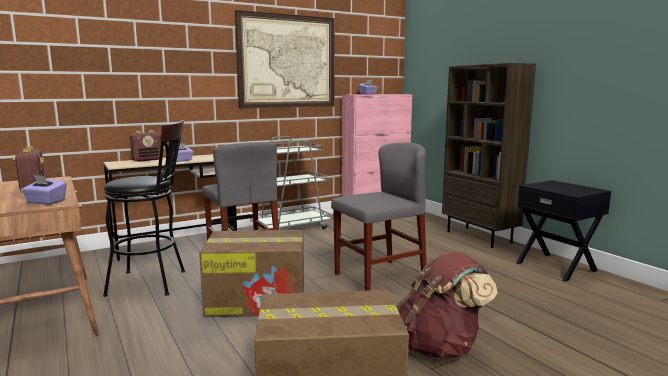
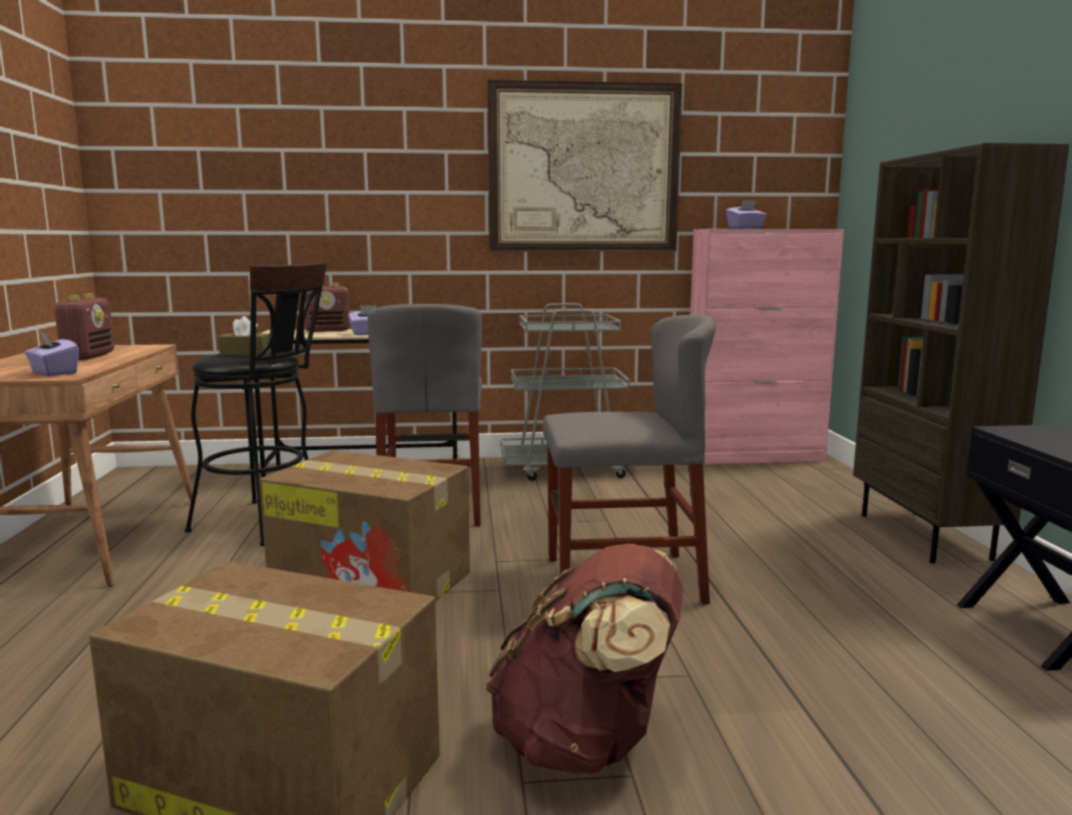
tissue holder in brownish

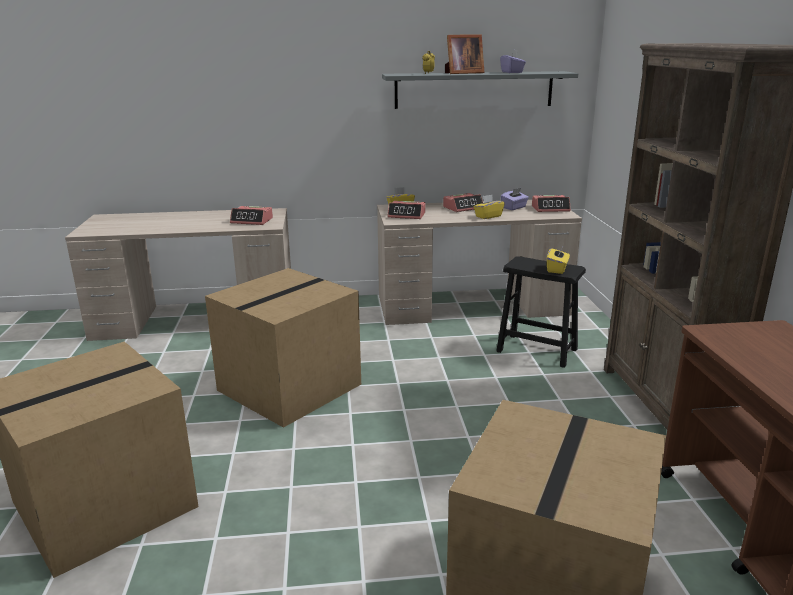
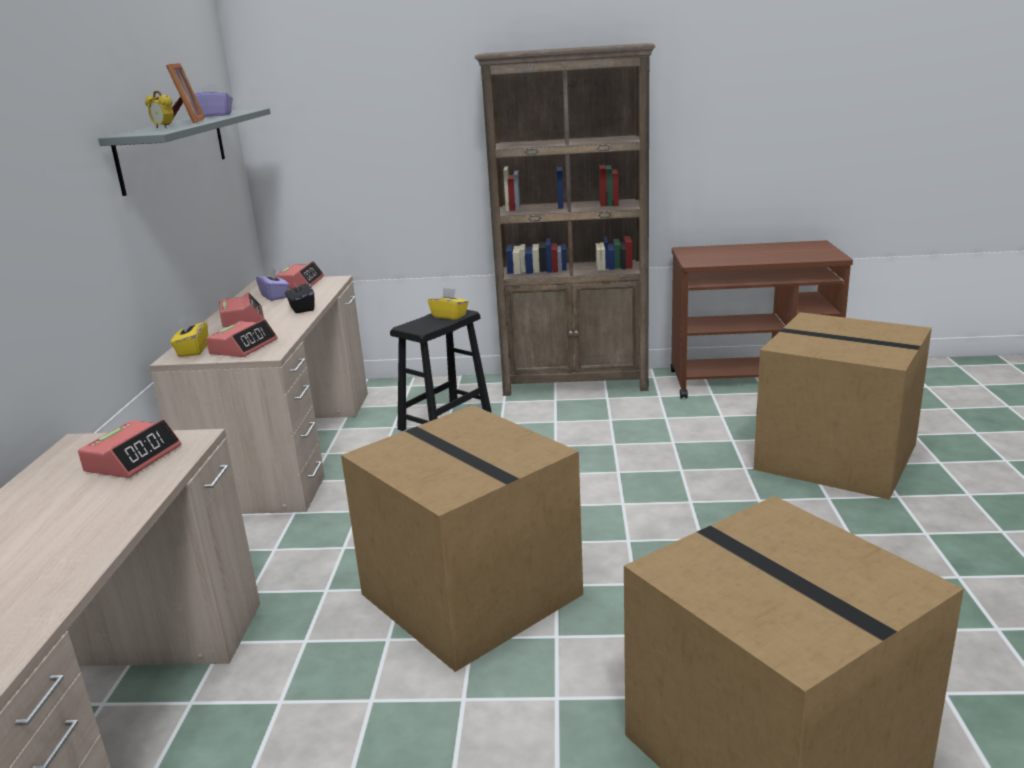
tissue holder in blackish

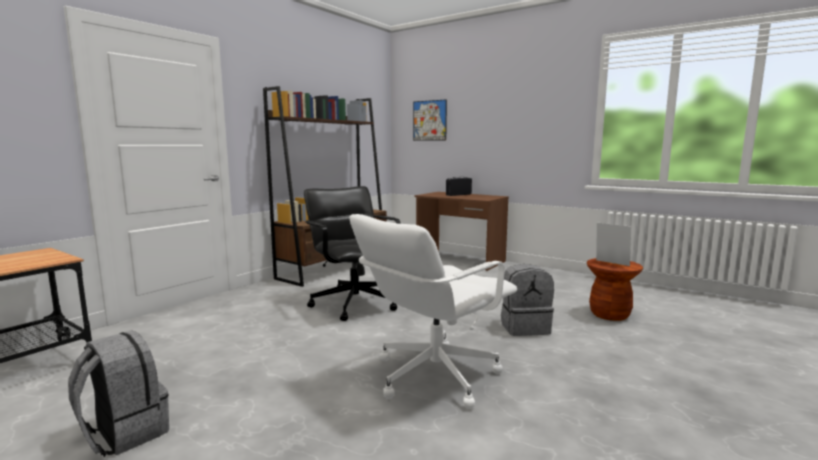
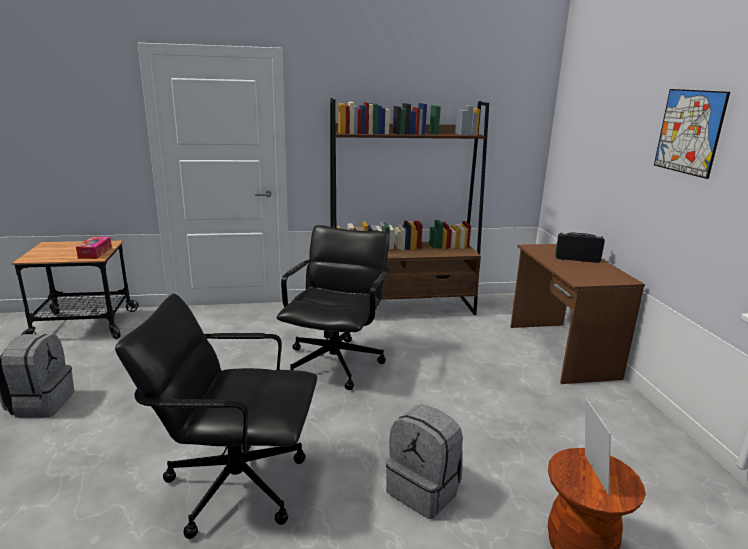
desk chair in blackish (1st from left)
wall art
tissue holder

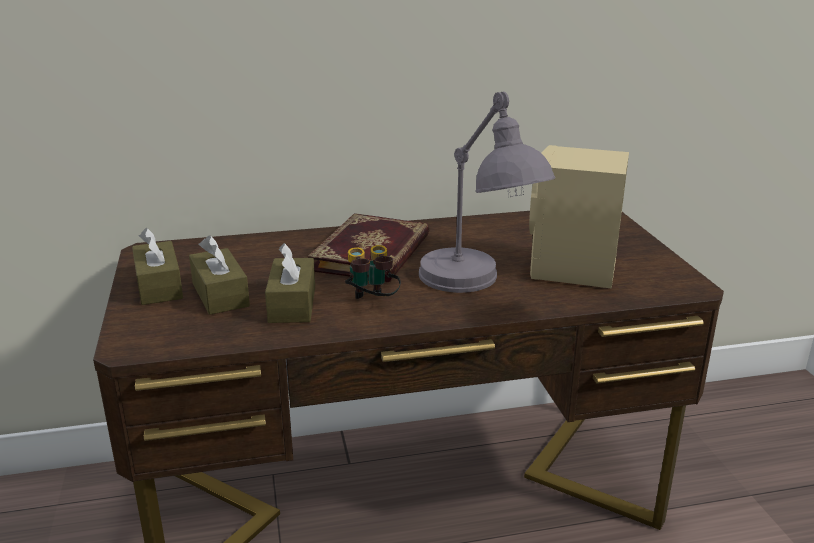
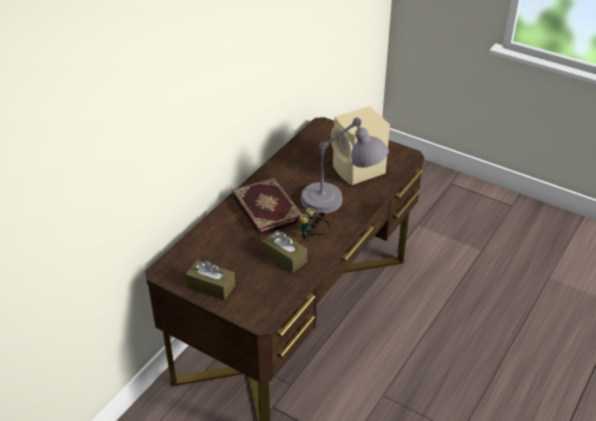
tissue holder in brownish (2nd from left in the first image)

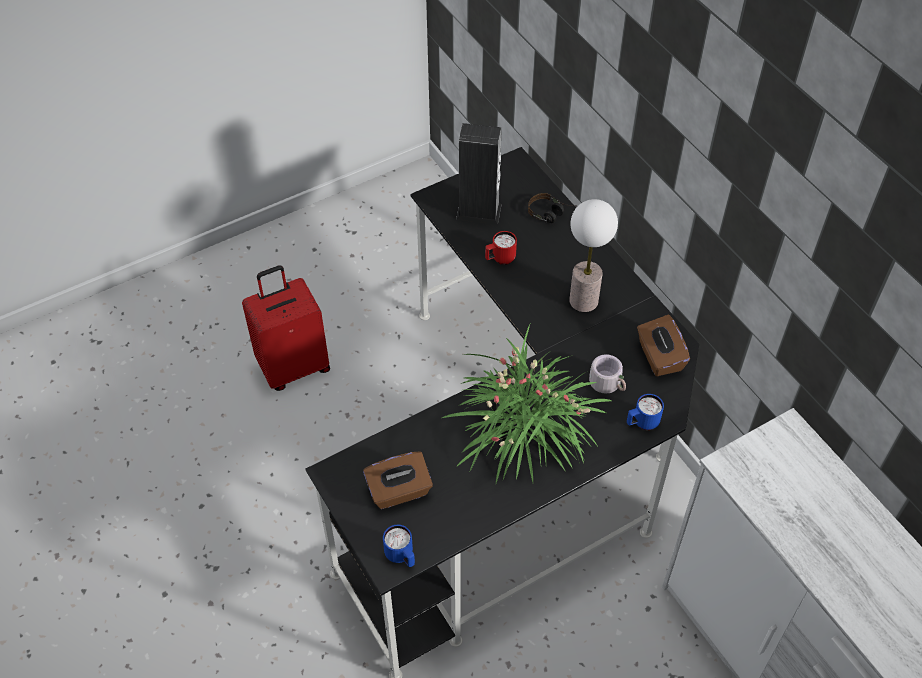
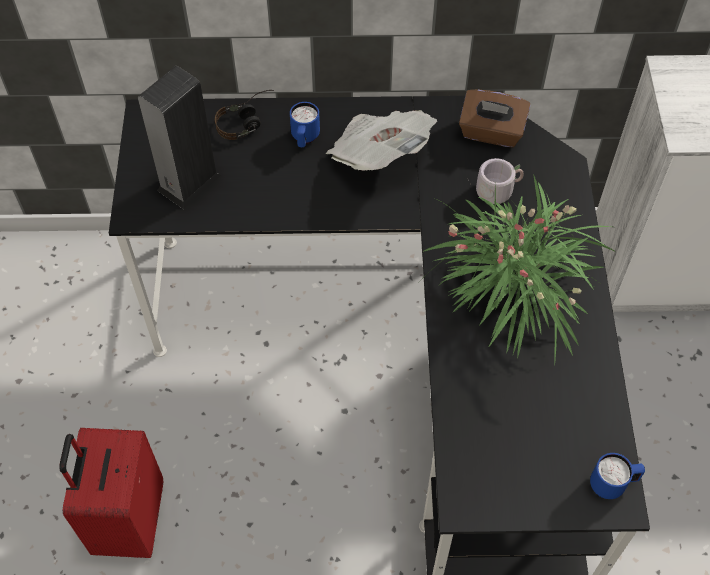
tissue holder in brownish (1st from left in the first image)
mug in red-coloured
newspaper
mug in blue (1st from left)

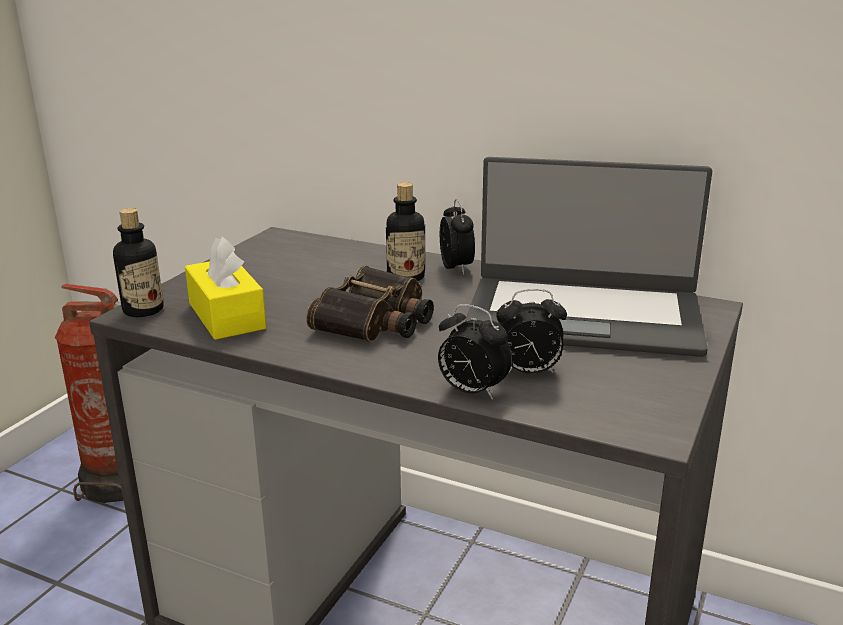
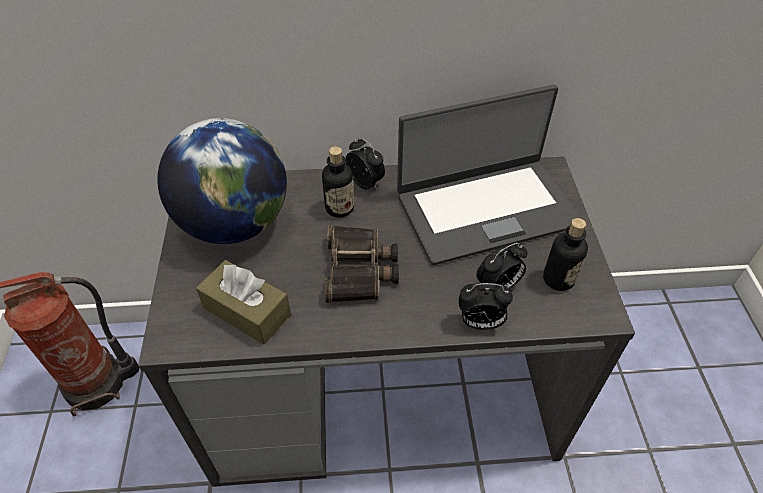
bottle (2nd from left)
tissue holder in brownish
globe

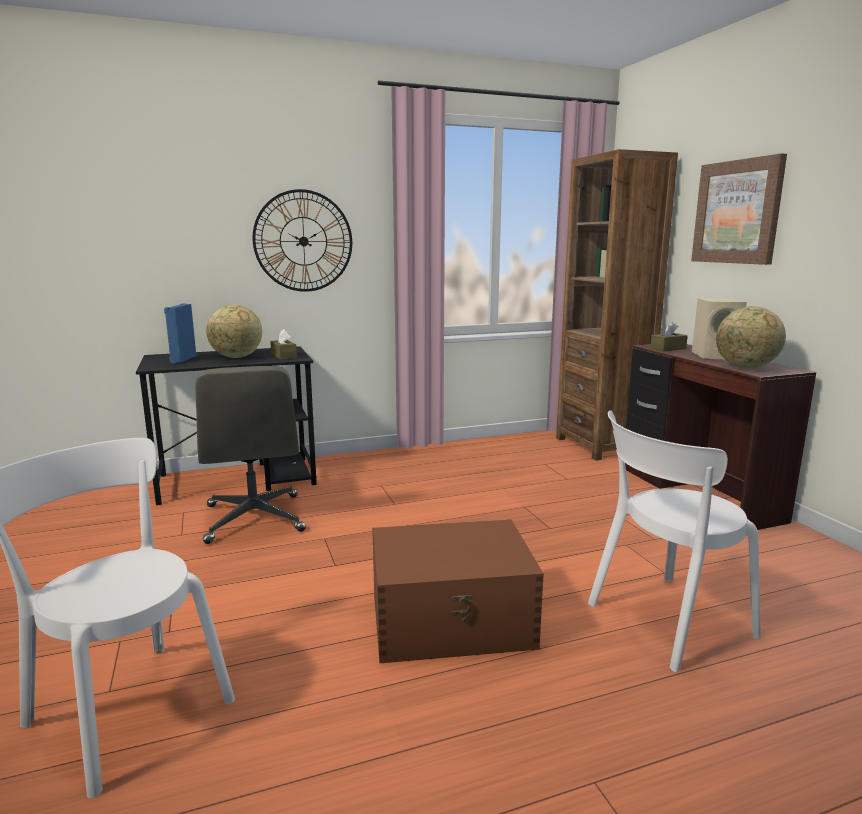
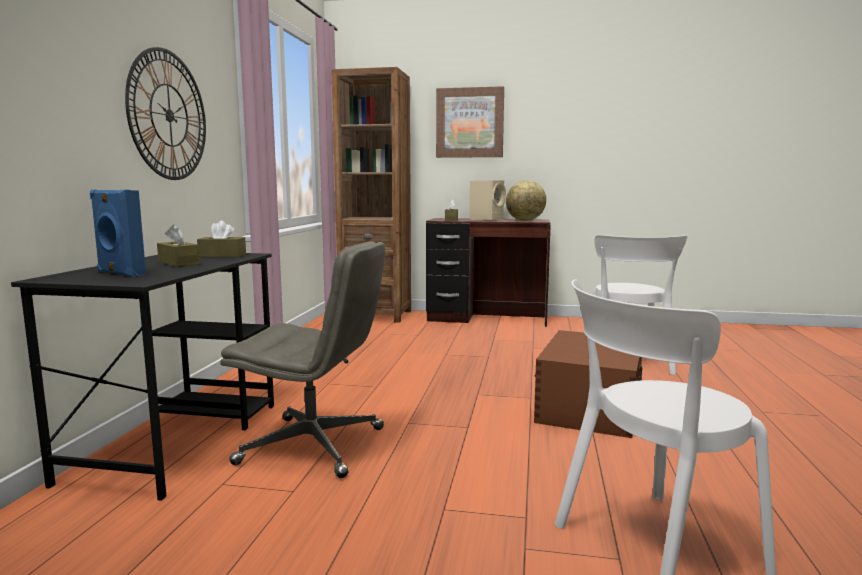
tissue holder in brownish (1st from left)

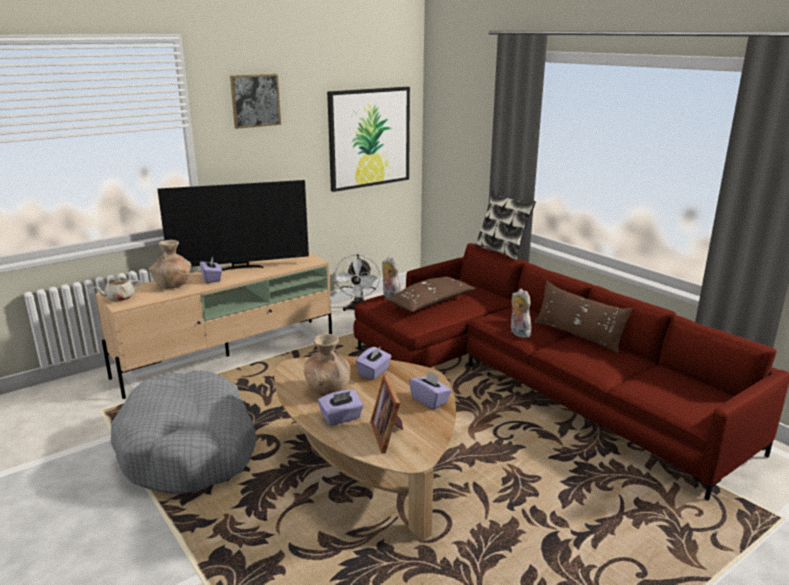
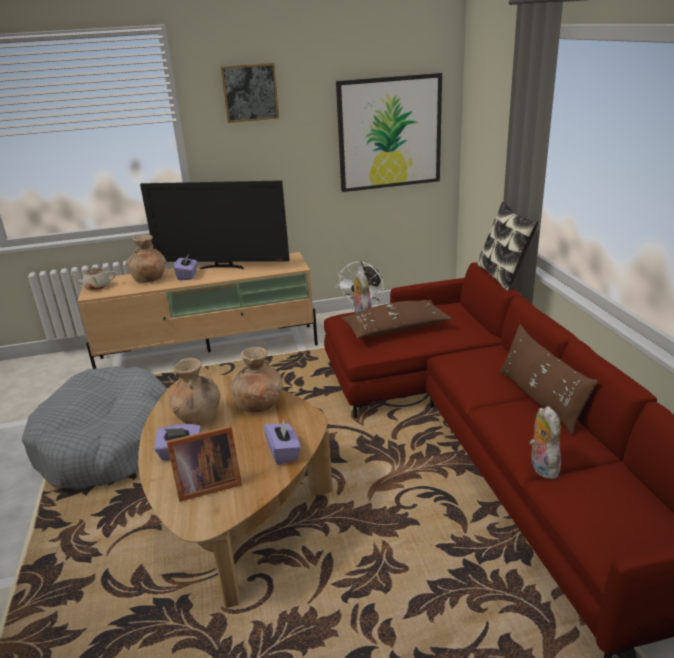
decorative vase in brownish (3rd from left)
standing frame
cuddly toy (2nd from left)

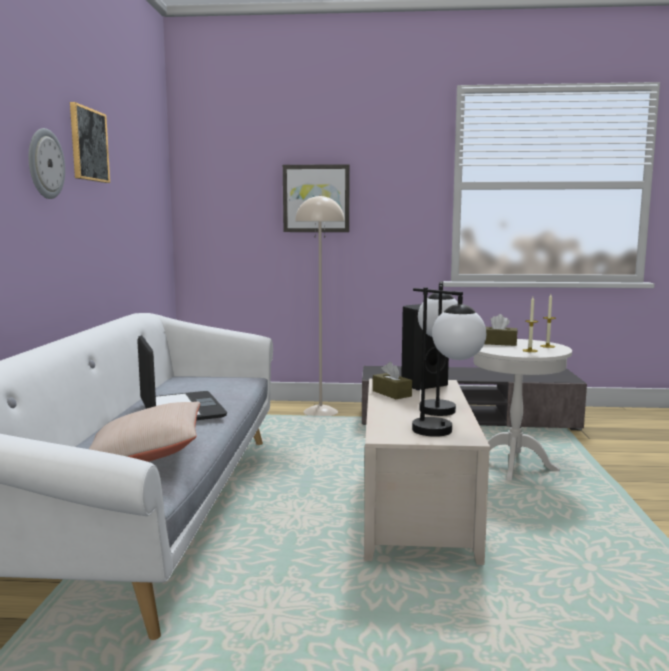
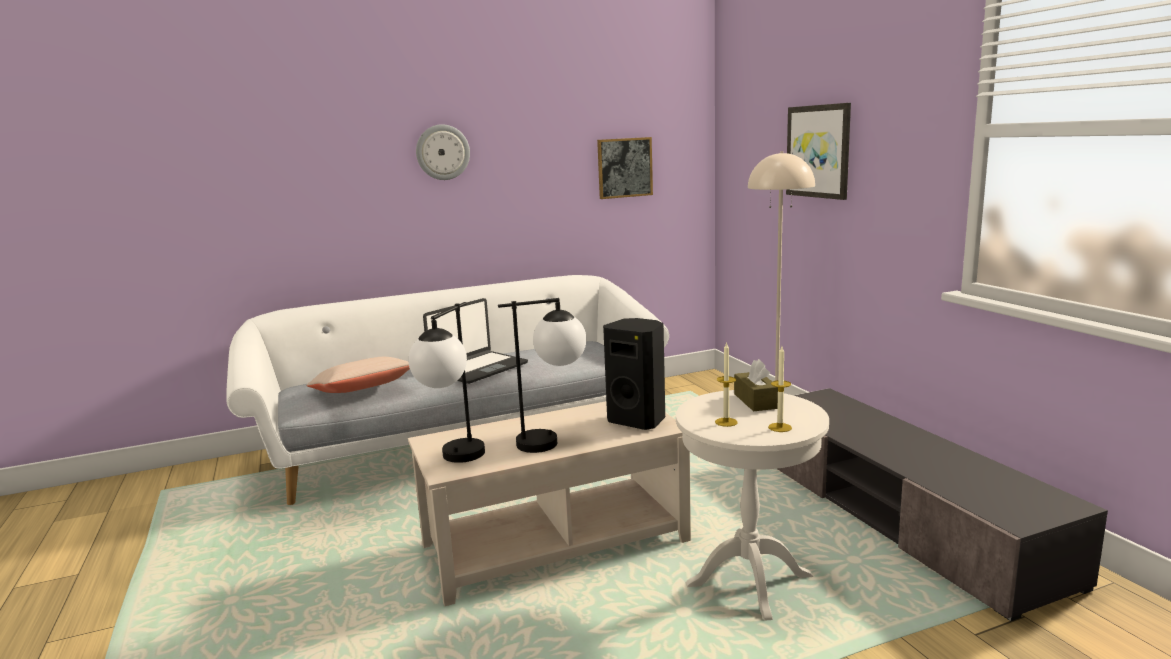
wall art (1st from left)
tissue holder in brownish (1st from left in the first image)

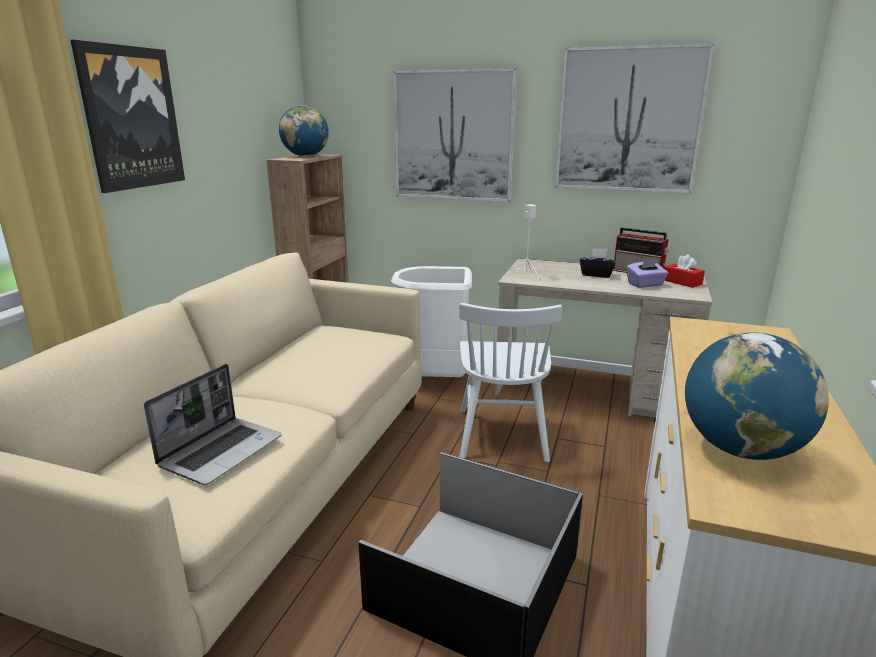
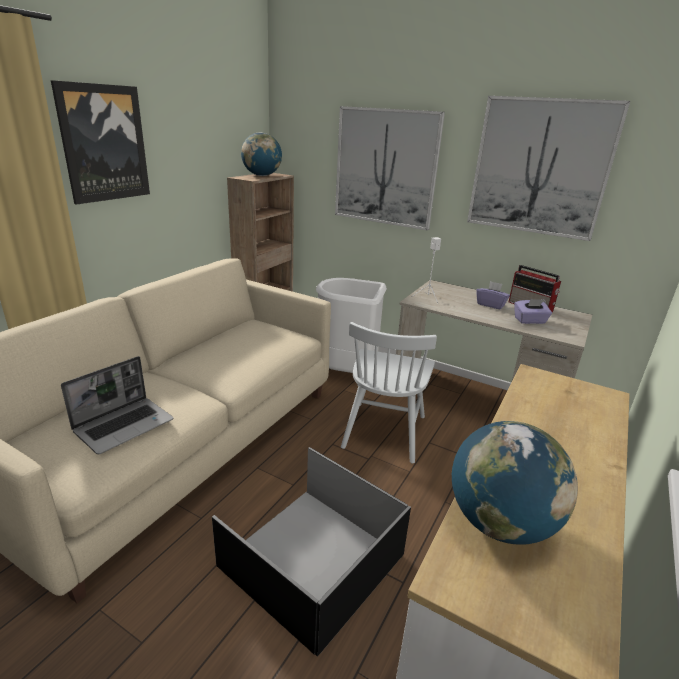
tissue holder in purplish (1st from left)
tissue holder in red-coloured

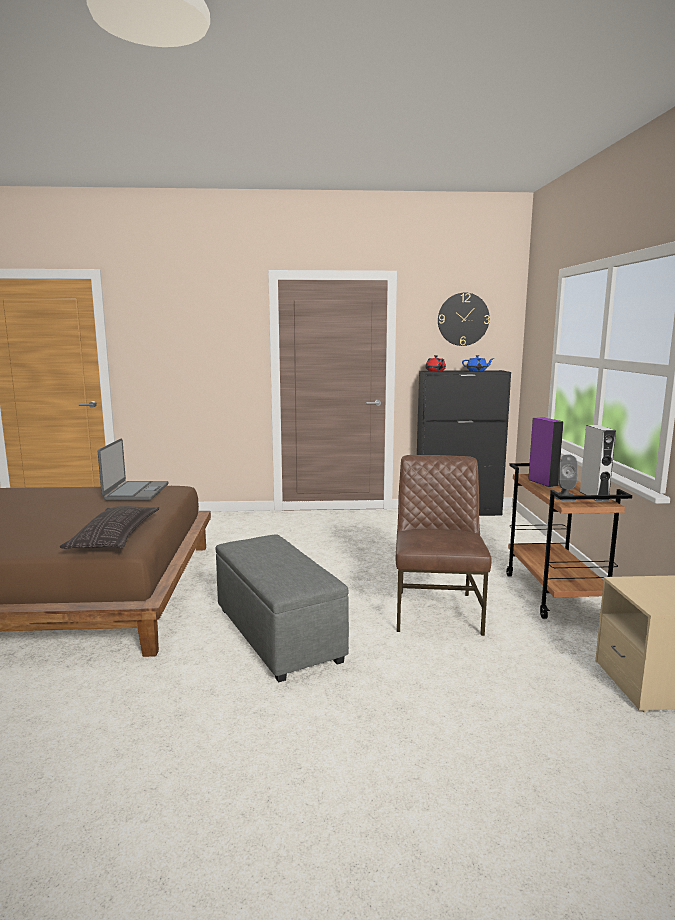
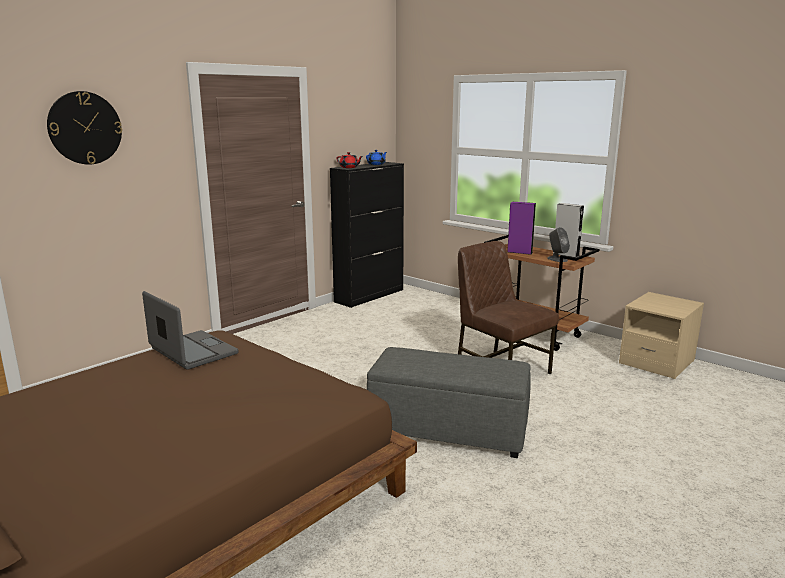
pillow
hanging clock

